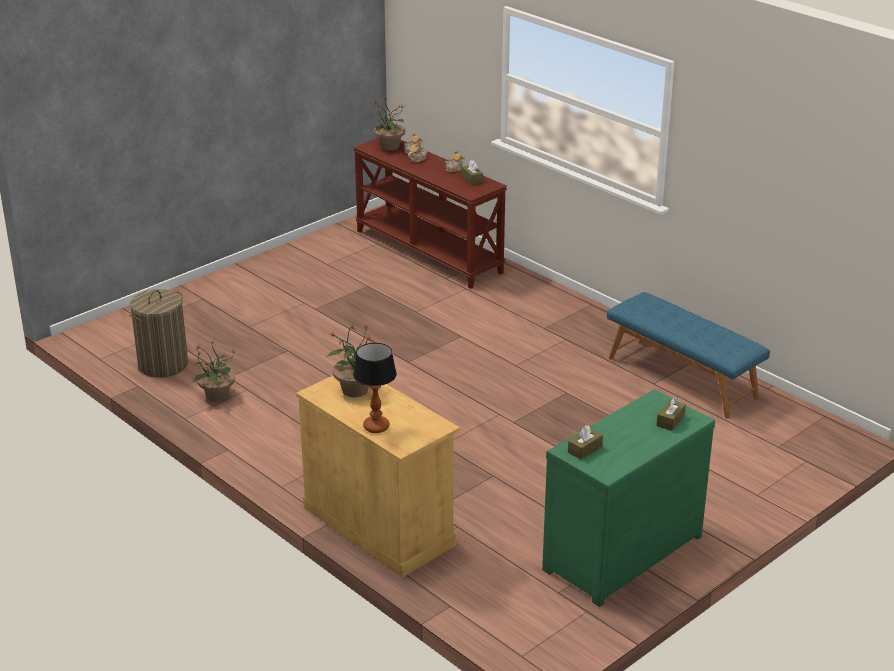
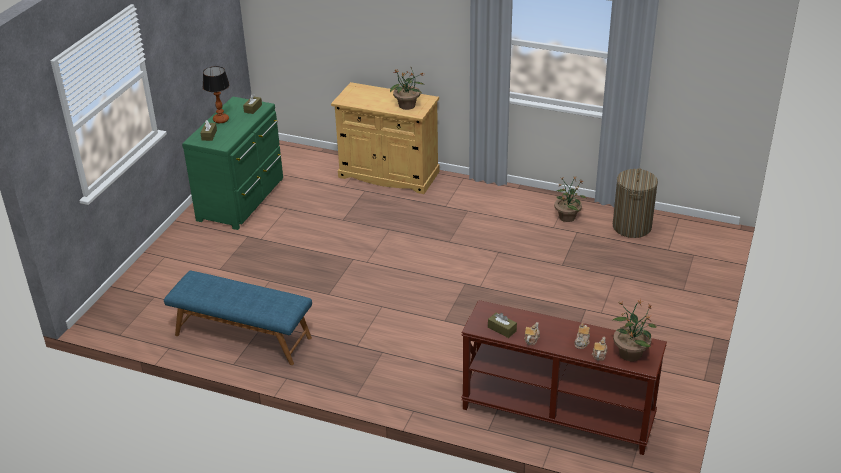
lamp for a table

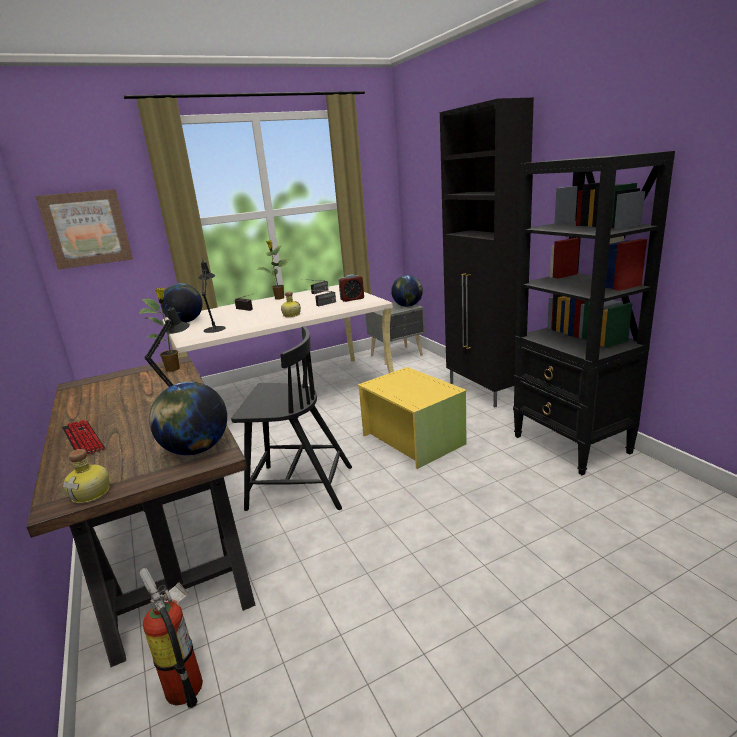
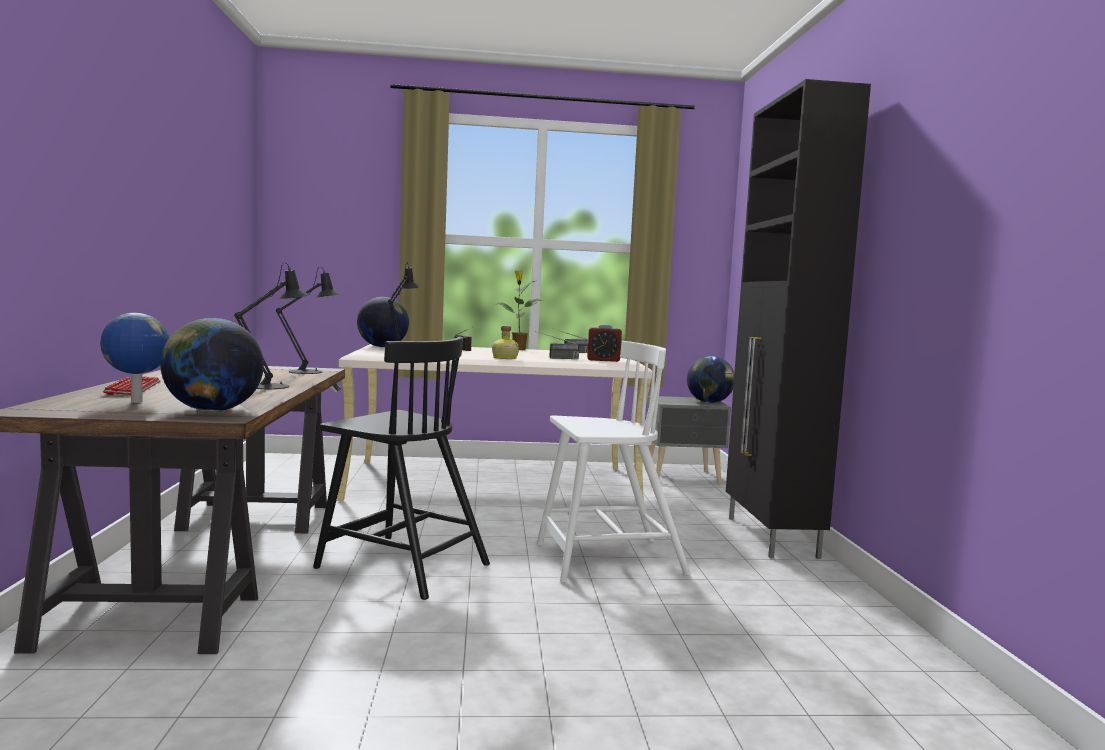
wall art
bottle (1st from left in the first image)
lamp for a table in blackish (2nd from left)
fire extinguisher
chair in white-coloured
bookshelf in blackish
globe (1st from left)

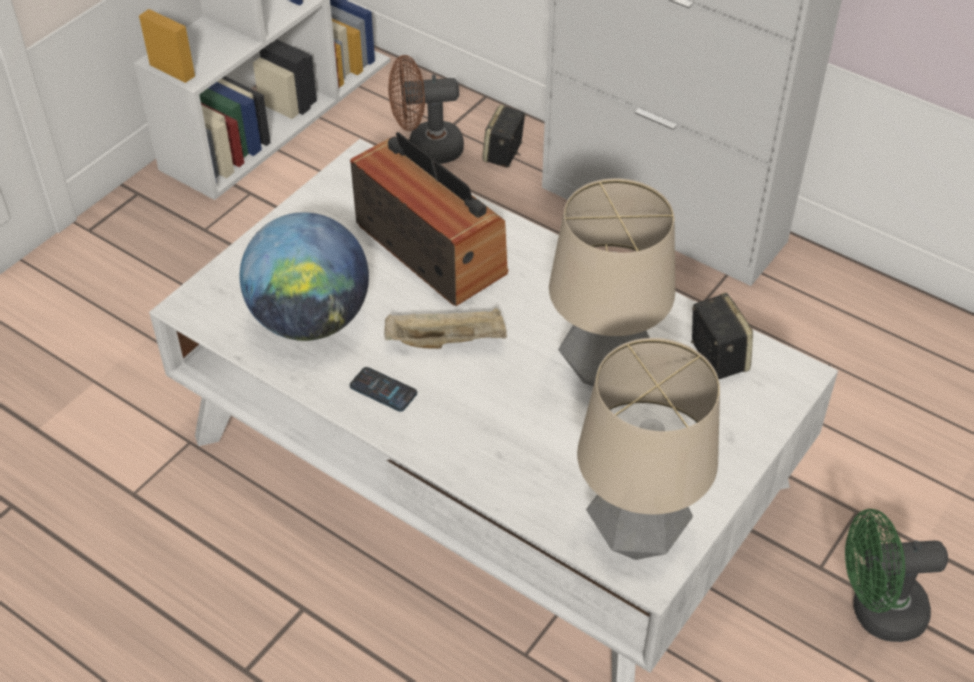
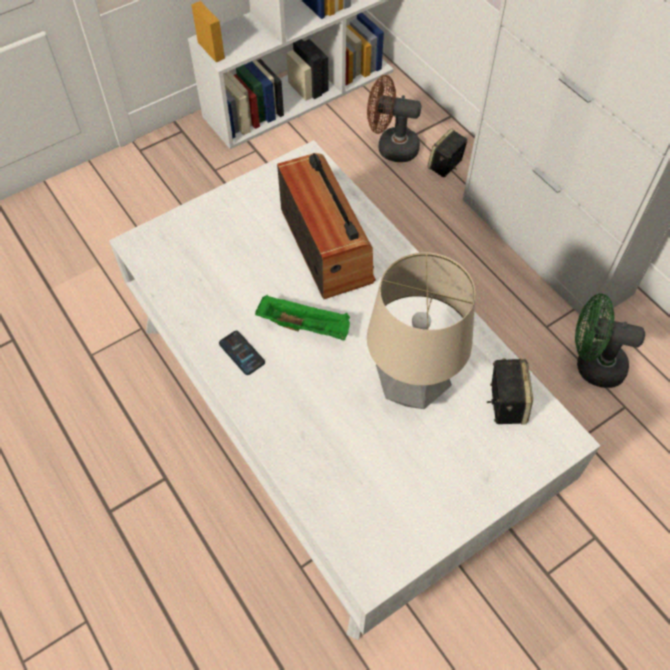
globe
carrying tray in green-coloured
lamp for a table (2nd from left in the first image)
fan in green-coloured

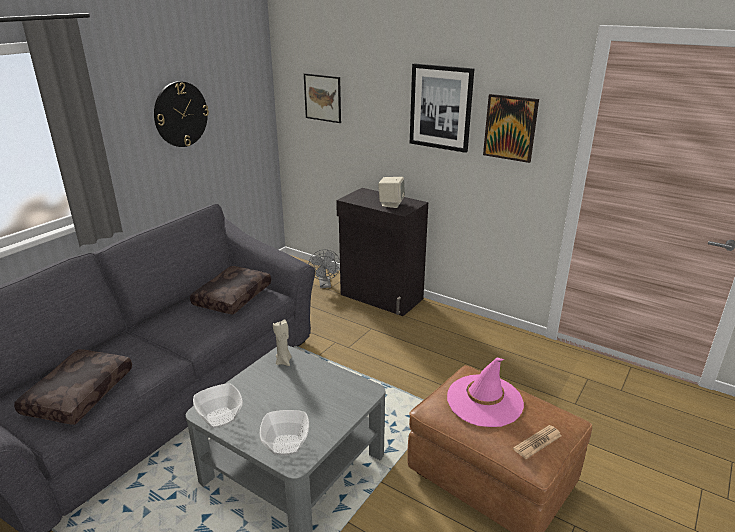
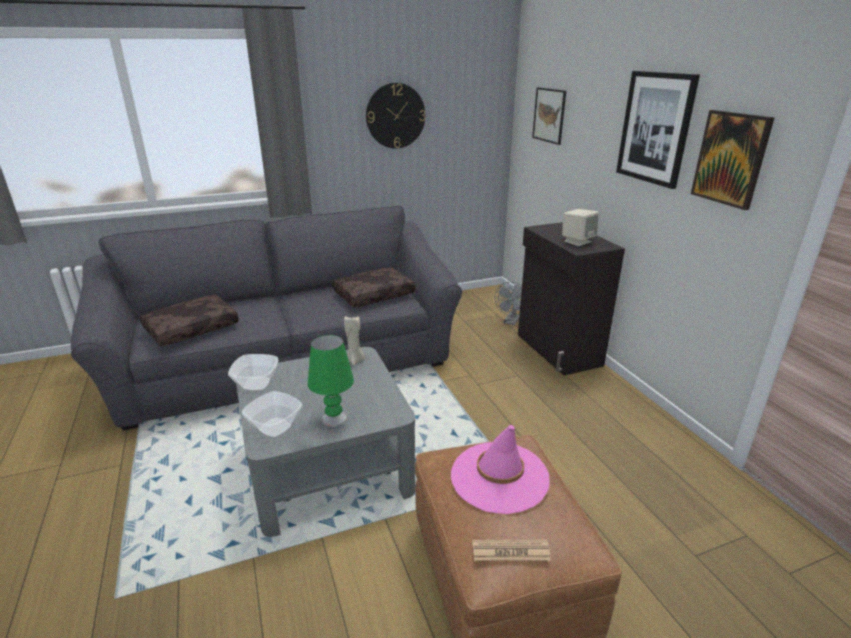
lamp for a table in green-coloured

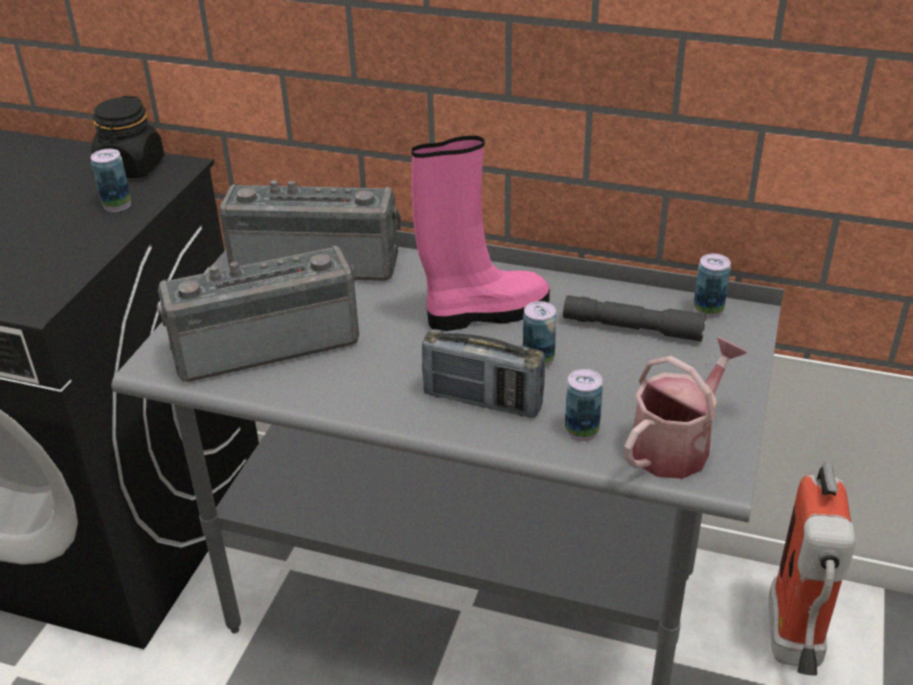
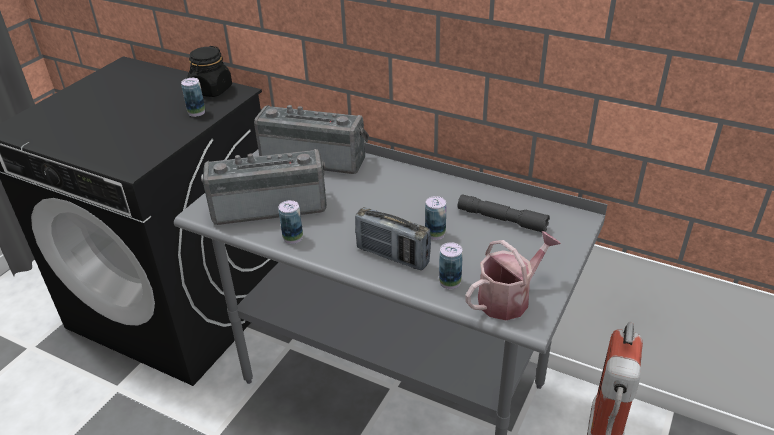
tall boot in pink
metal can (2nd from left)

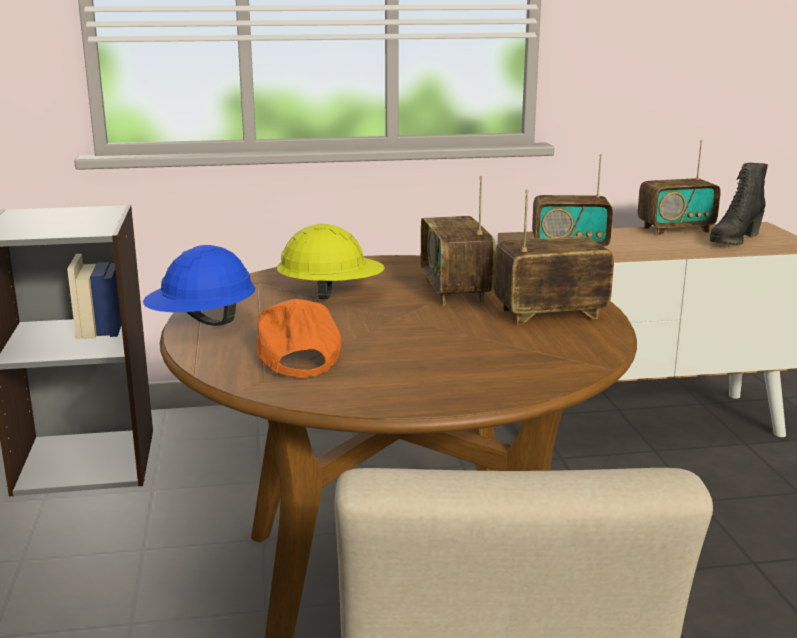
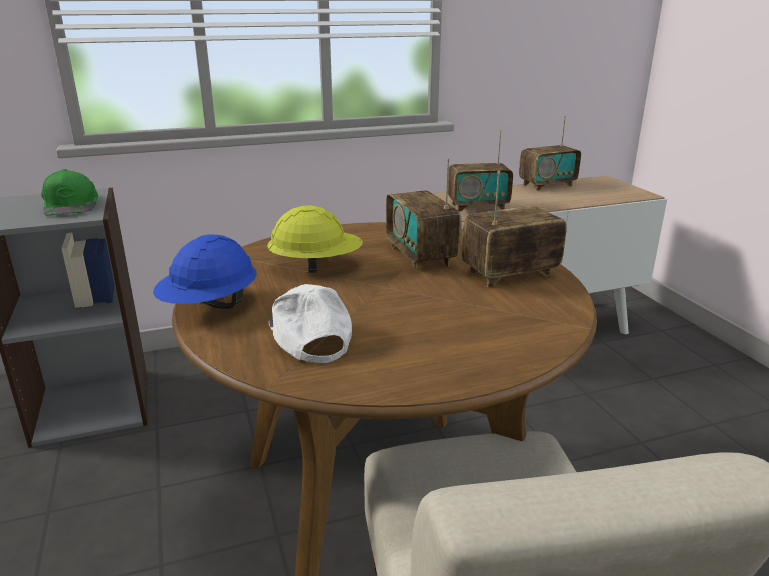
cap in white-coloured
tall boot in blackish
cap in green-coloured

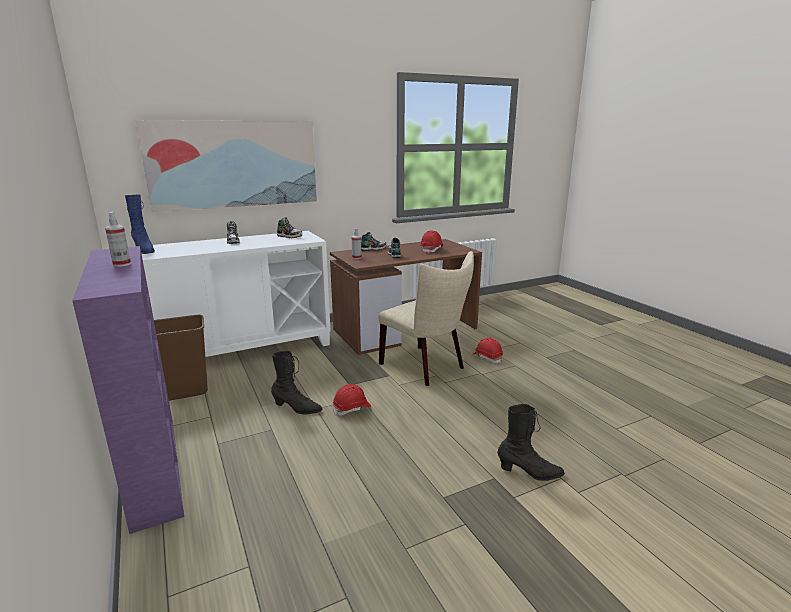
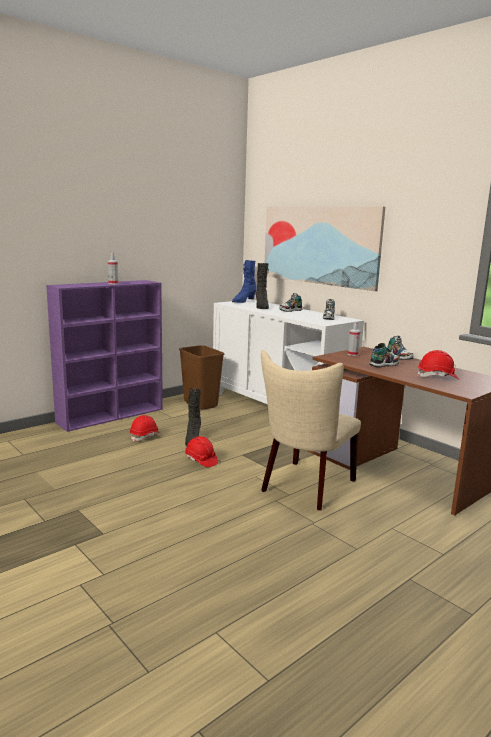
safety helmet in red-coloured (1st from left)
tall boot in blackish (2nd from left)

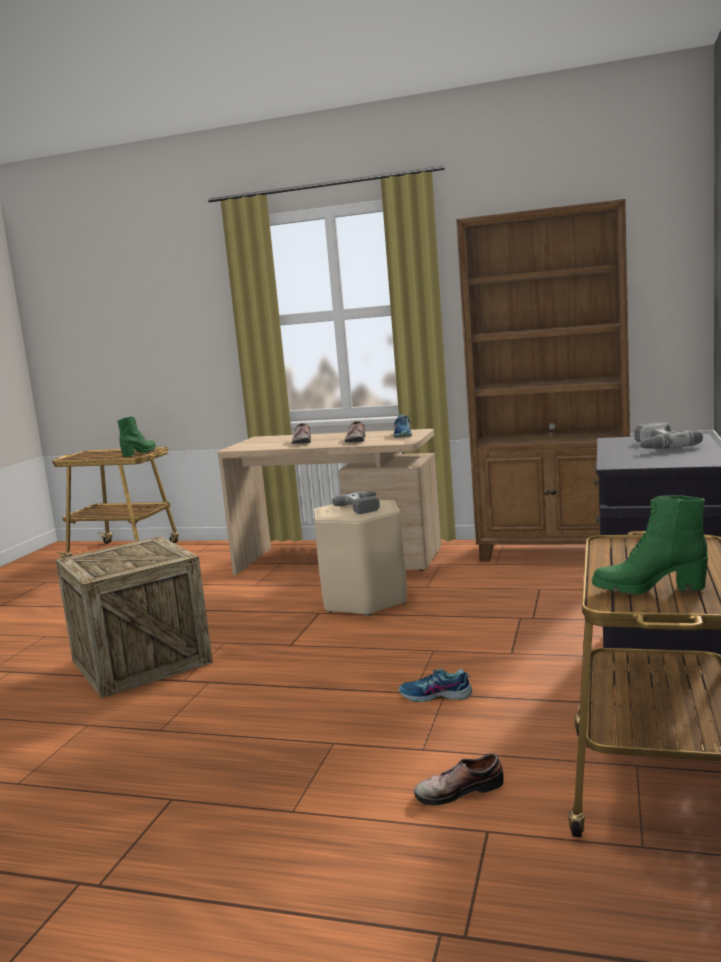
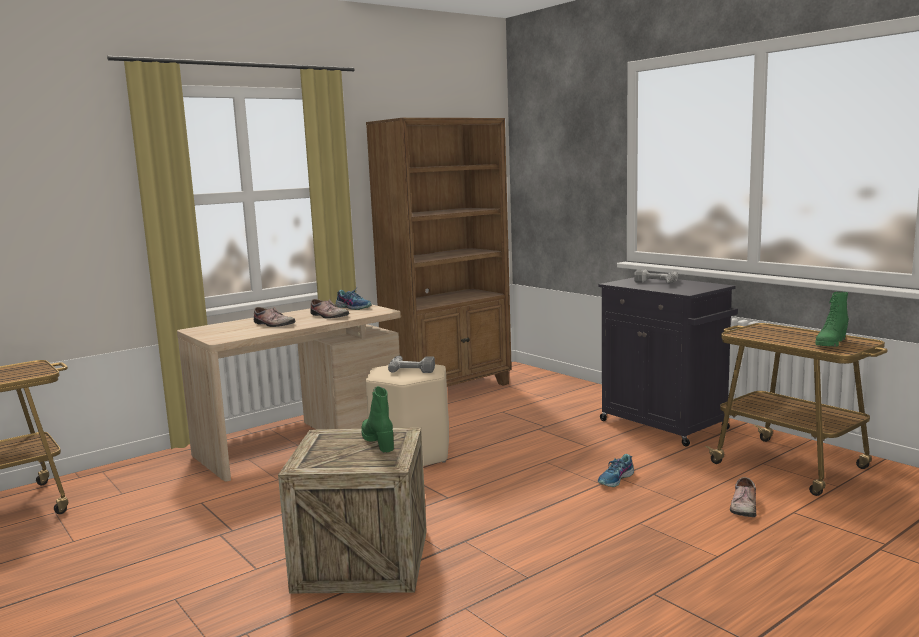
tall boot in green-coloured (1st from left)

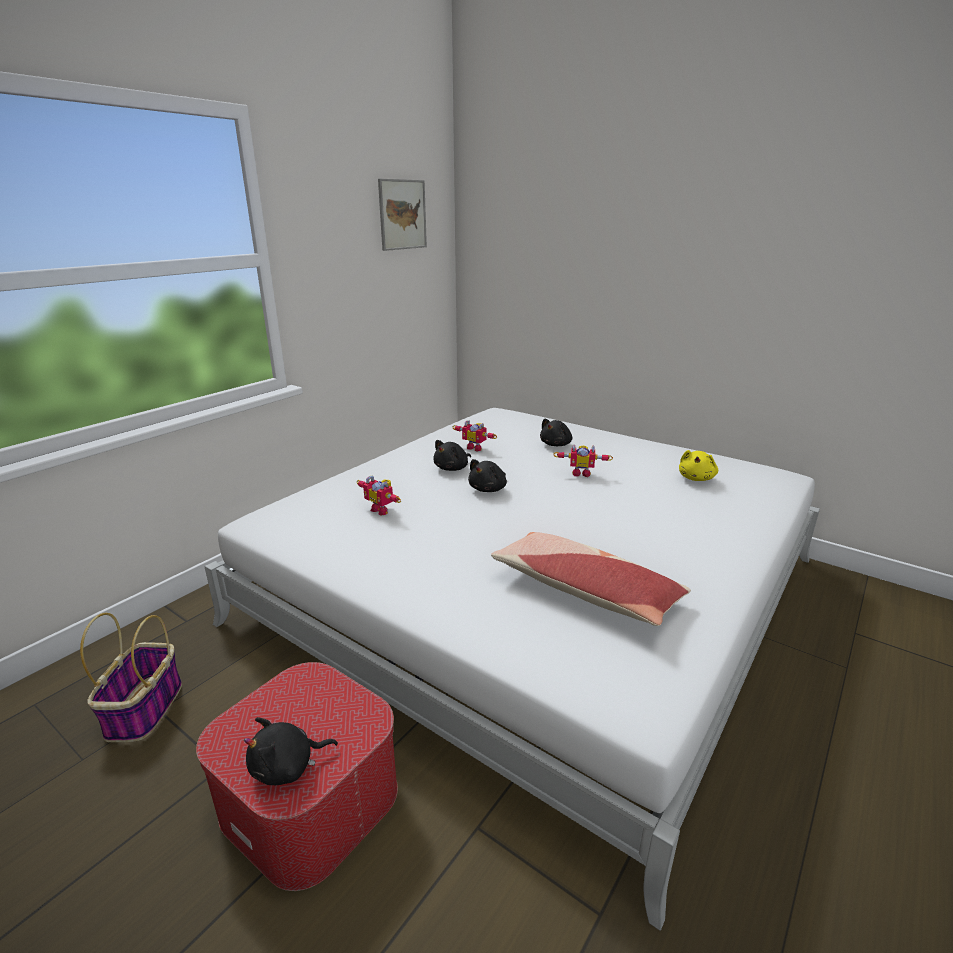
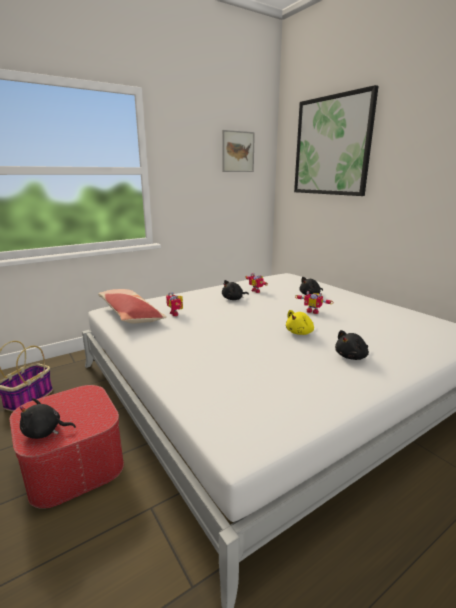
cuddly toy in blackish (4th from left)
pillow
cuddly toy in yellow-coloured
wall art (2nd from left)

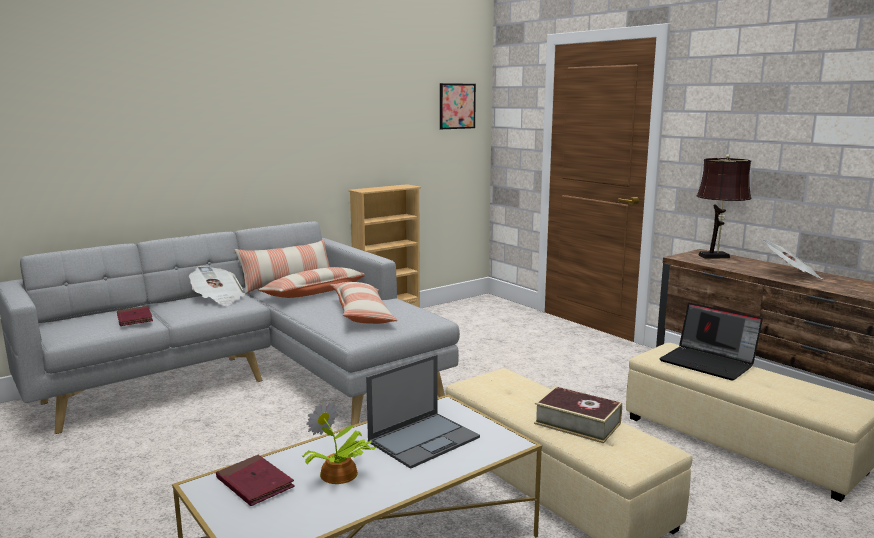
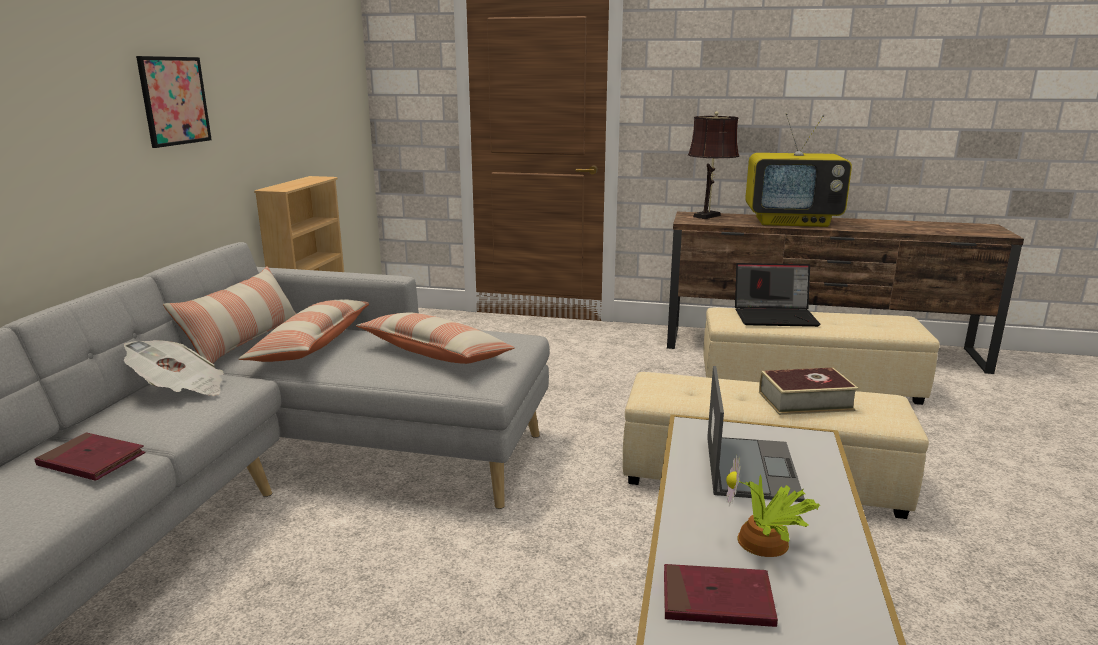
wall art
TV

